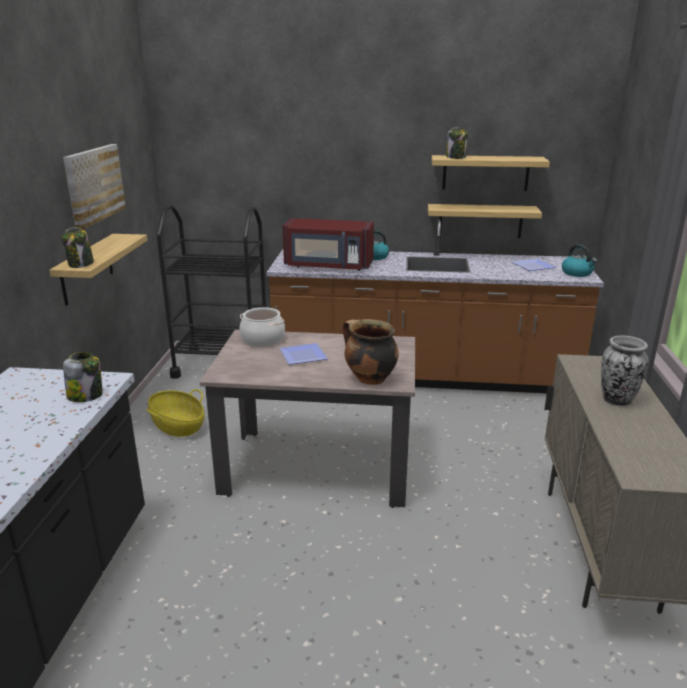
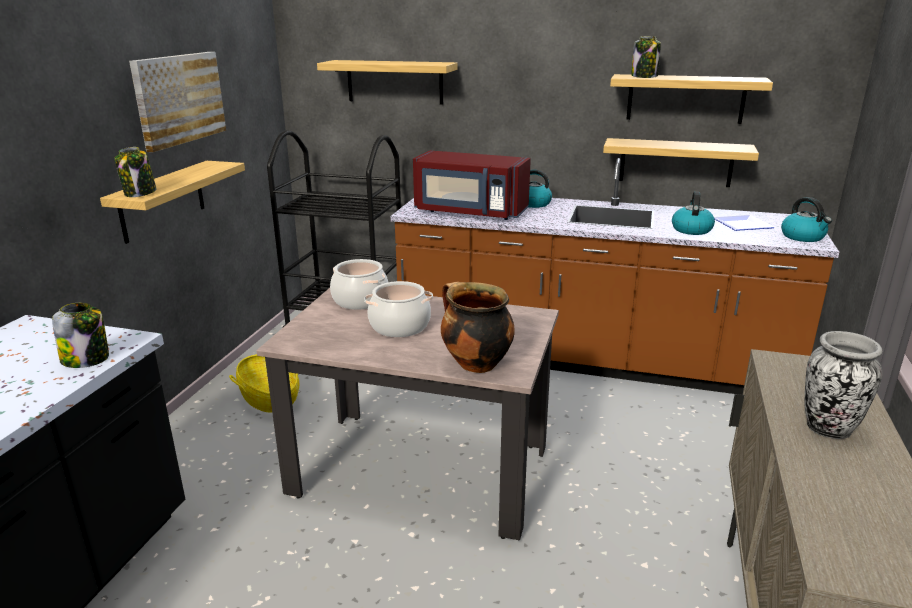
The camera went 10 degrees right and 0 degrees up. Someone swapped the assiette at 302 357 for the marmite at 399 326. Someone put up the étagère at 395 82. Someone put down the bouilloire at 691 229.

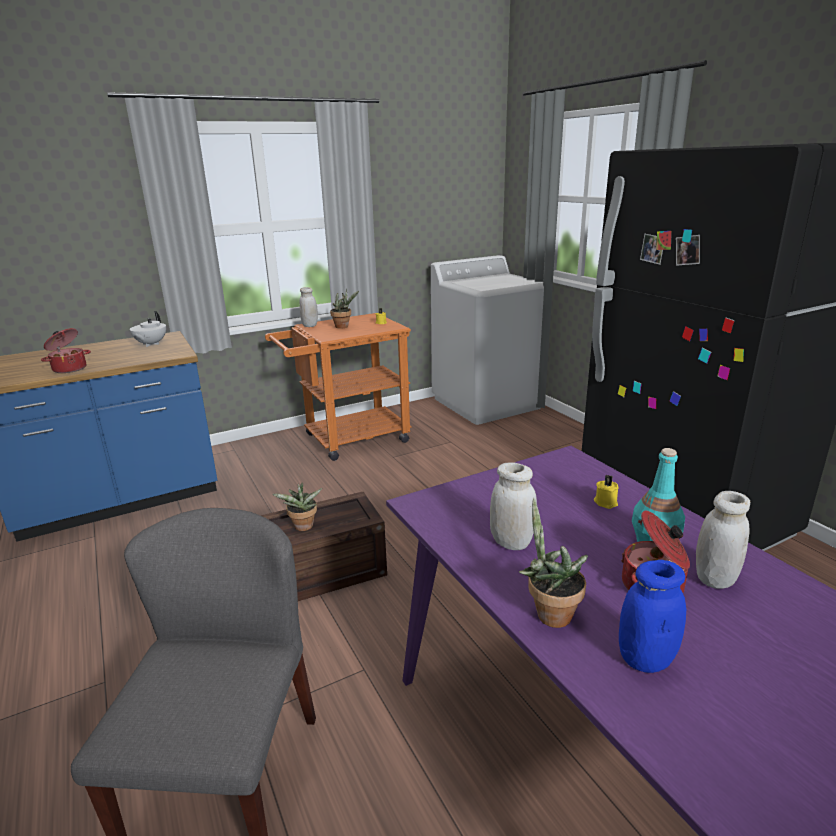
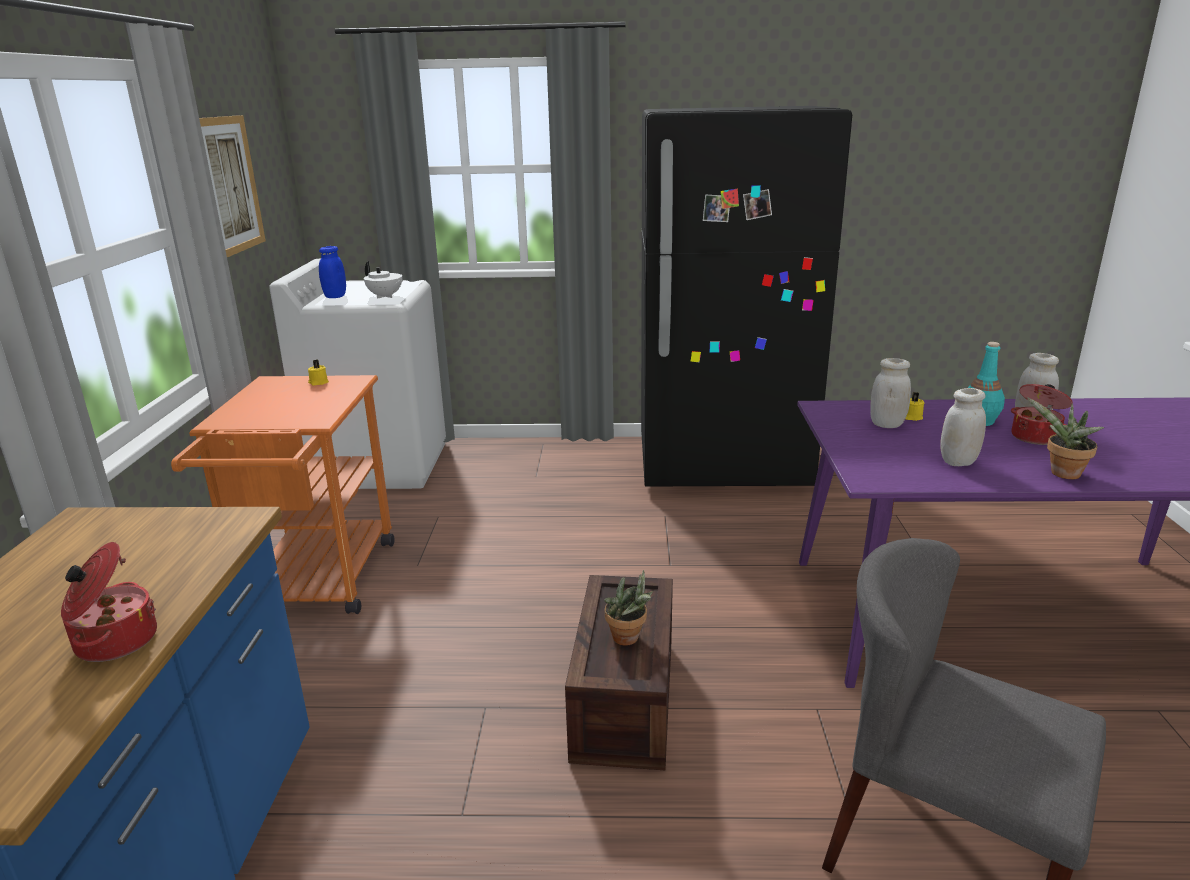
The camera went 60 degrees left and 0 degrees up. Someone carried the bocal (blanc) from 310 325 to 886 424. Someone took away the plante en pot at 344 326. Someone carried the théière (blanc) from 150 344 to 385 296. Someone carried the bocal (bleu) from 645 659 to 335 296. Someone put up the tableau at 228 185.

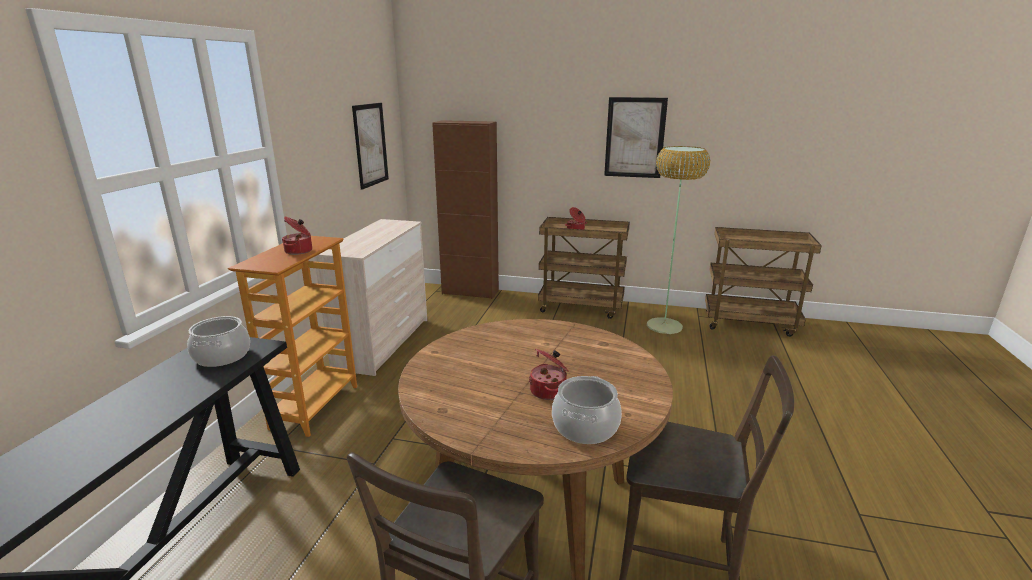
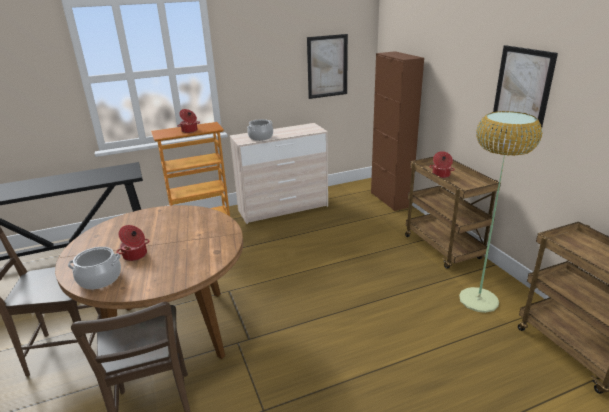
The camera went 55 degrees right and 5 degrees up. Someone carried the marmite from 222 356 to 260 137.

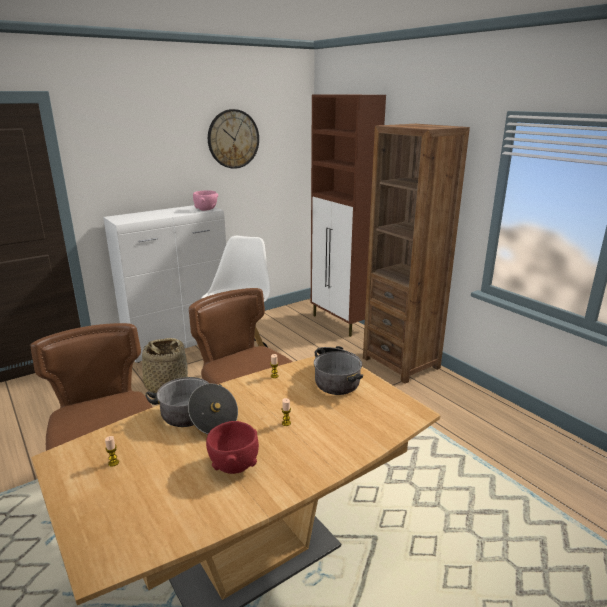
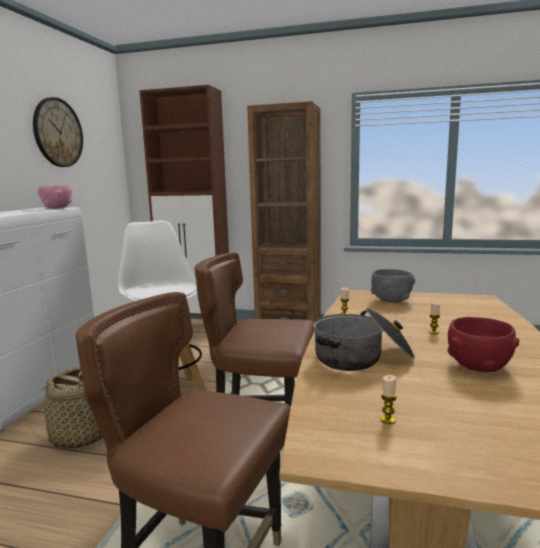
The camera went 40 degrees left and 10 degrees down. Someone swapped the marmite at 337 379 for the bol (gris) at 391 301.

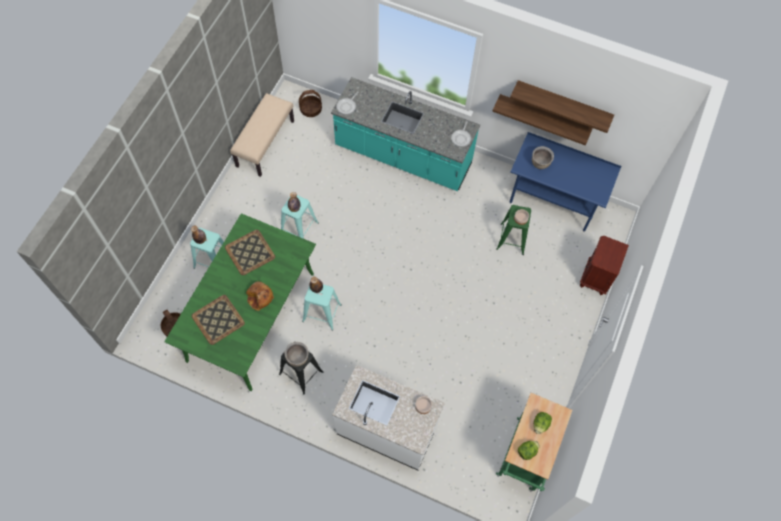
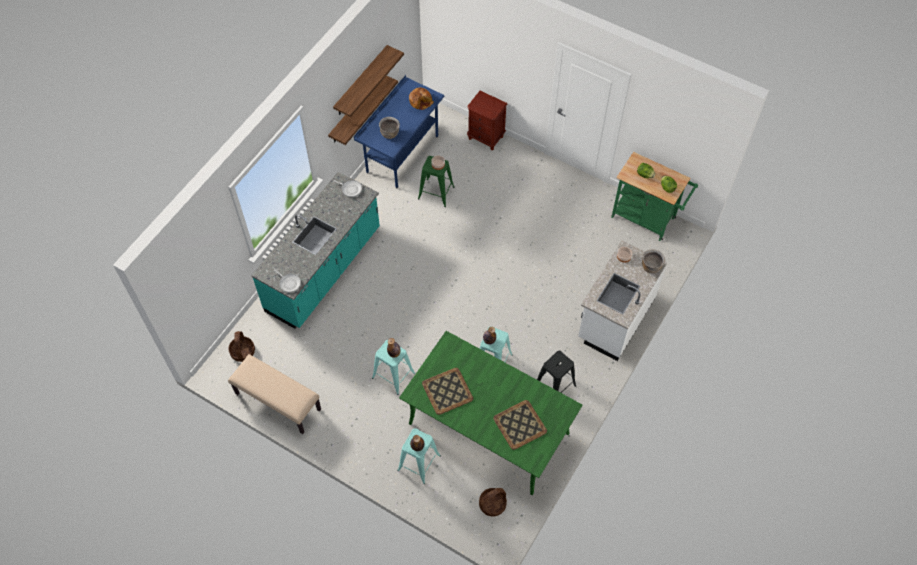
The camera went 80 degrees left and 5 degrees down. Someone carried the pain from 260 297 to 421 101. Someone carried the marmite (marron) from 298 358 to 651 267.

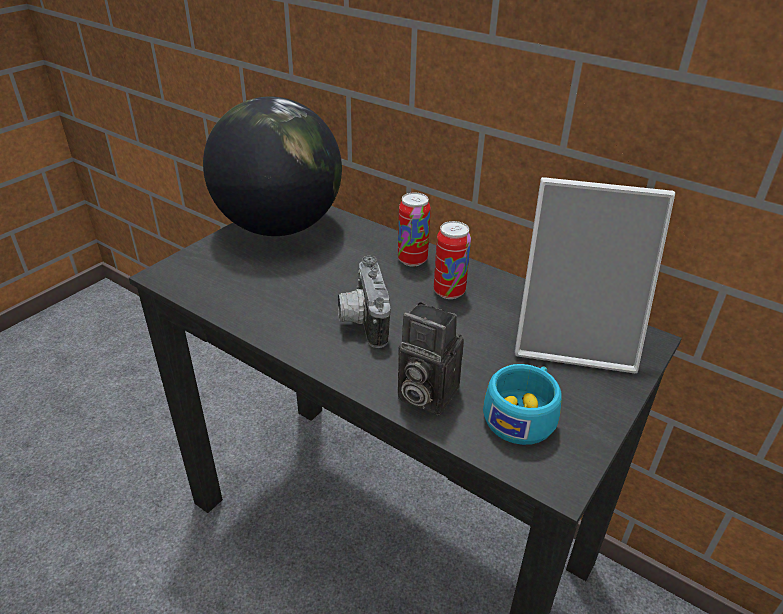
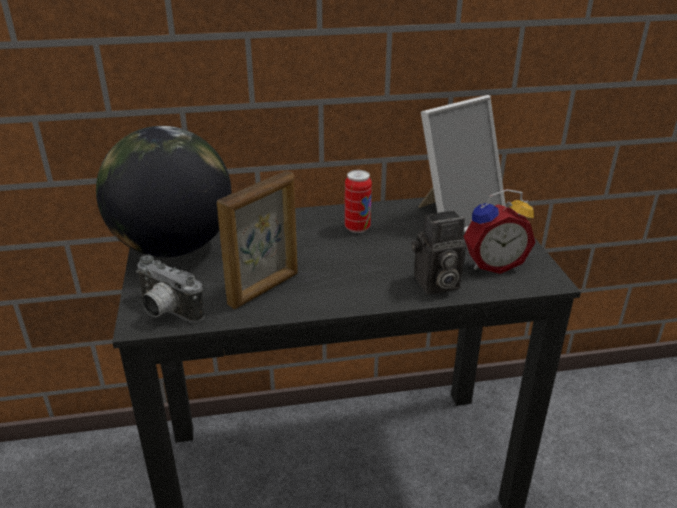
The camera went 45 degrees left and 5 degrees down. Someone took away the boîte métallique at 412 260. Someone carried the appareil photo from 361 321 to 165 312. Someone swapped the tasse (turquoise) at 522 415 for the réveil at 493 264. Someone put down the cadre photo at 265 289.

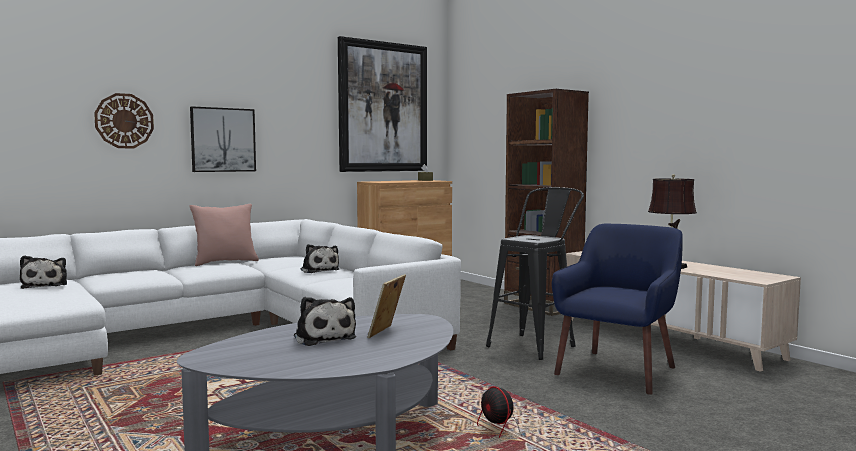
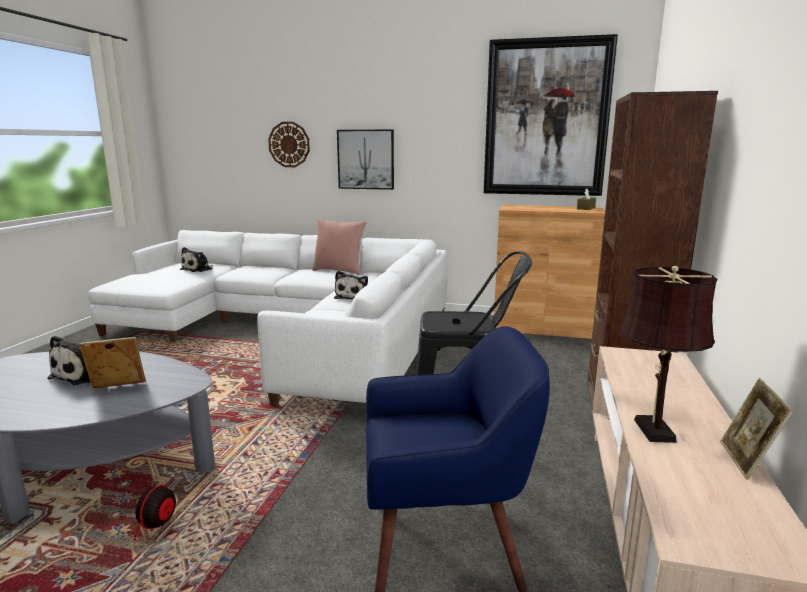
The camera went 50 degrees right and 10 degrees up. Someone put down the cadre photo at 746 461.

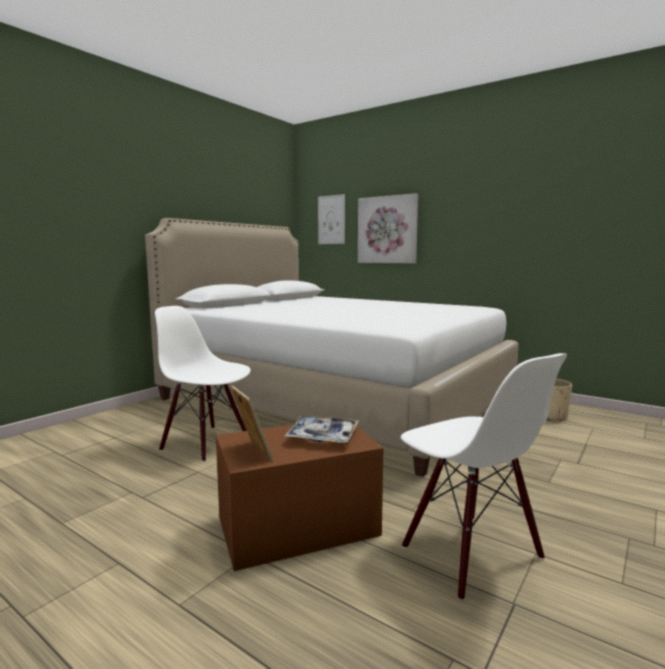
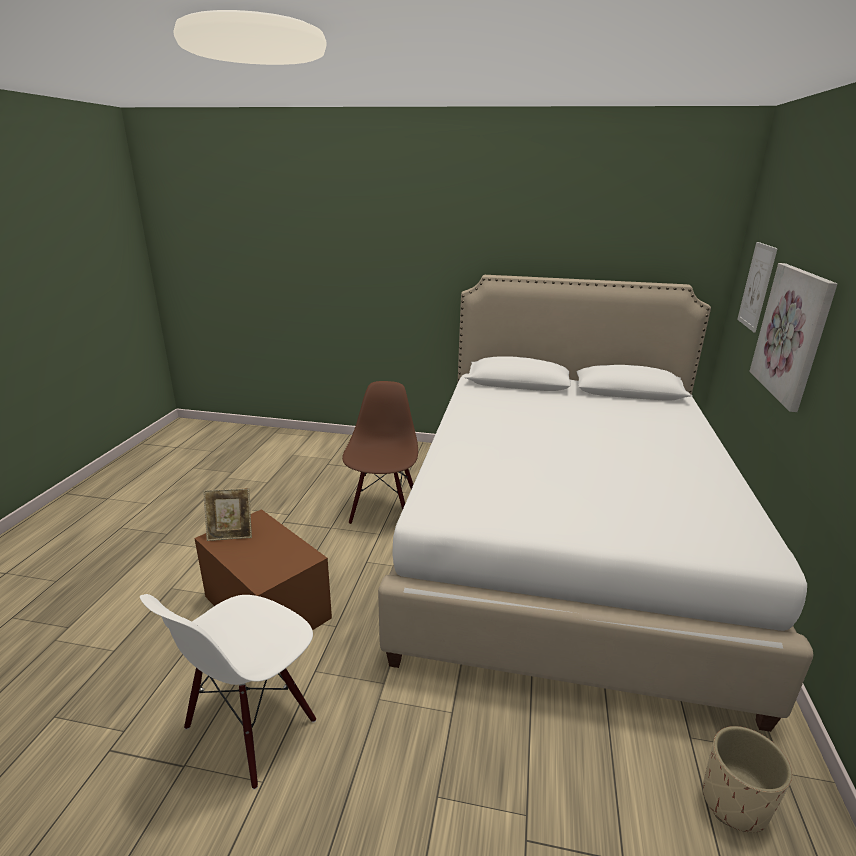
The camera went 65 degrees right and 15 degrees up. Someone repainted the chaise (blanc) at 206 443, which became the chaise (marron) at 383 510. Someone rotated the cadre photo at 252 452 by 45 degrees clockwise. Someone took away the plateau at 322 436.

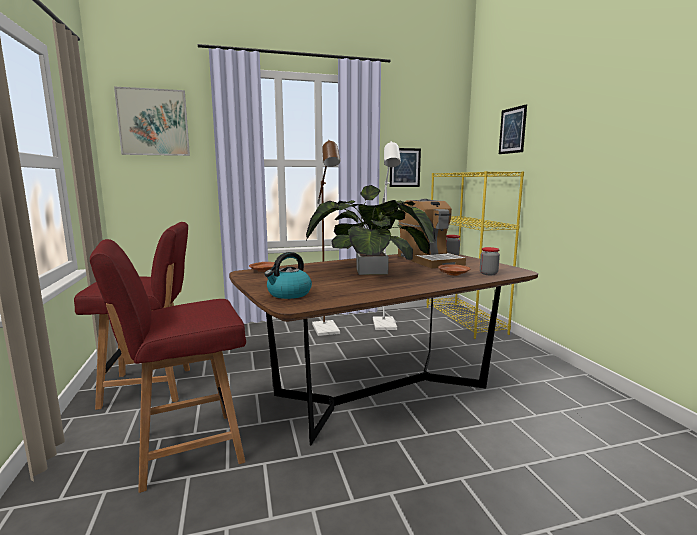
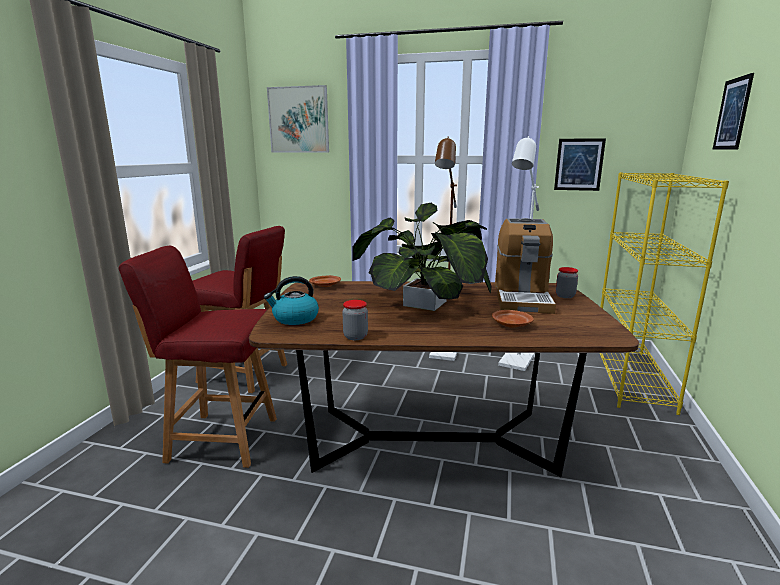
The camera went 30 degrees right and 5 degrees up. Someone carried the bocal from 488 273 to 355 336.

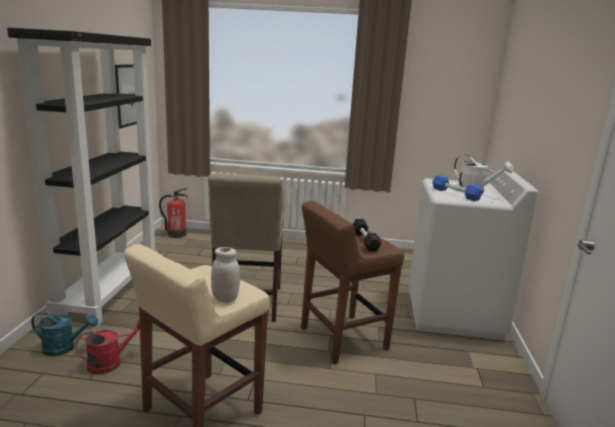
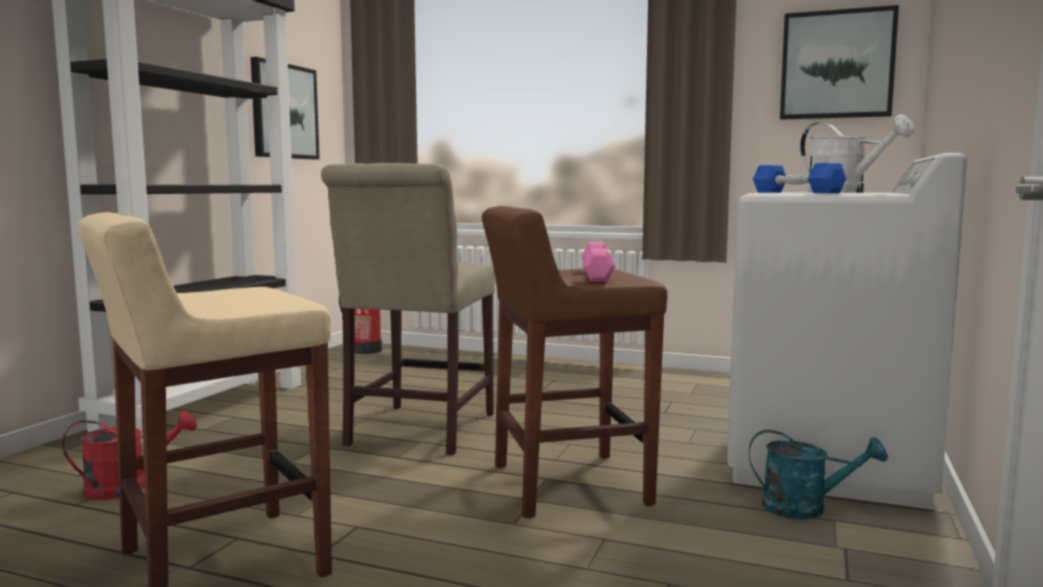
The camera went 15 degrees right and 10 degrees down. Someone repainted the haltère (noir) at 365 241, which became the haltère (rose) at 597 275. Someone took away the bocal (blanc) at 225 298. Someone carried the arrosoir (turquoise) from 64 348 to 805 508. Someone put up the tableau at 837 65.

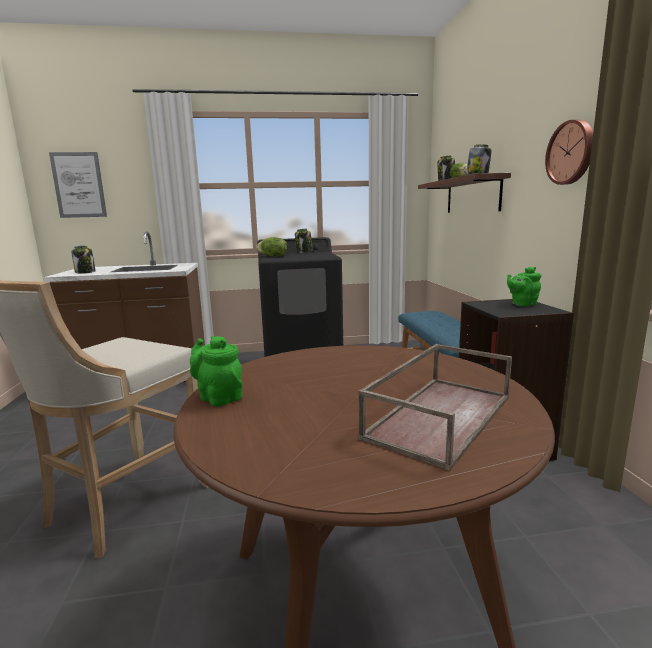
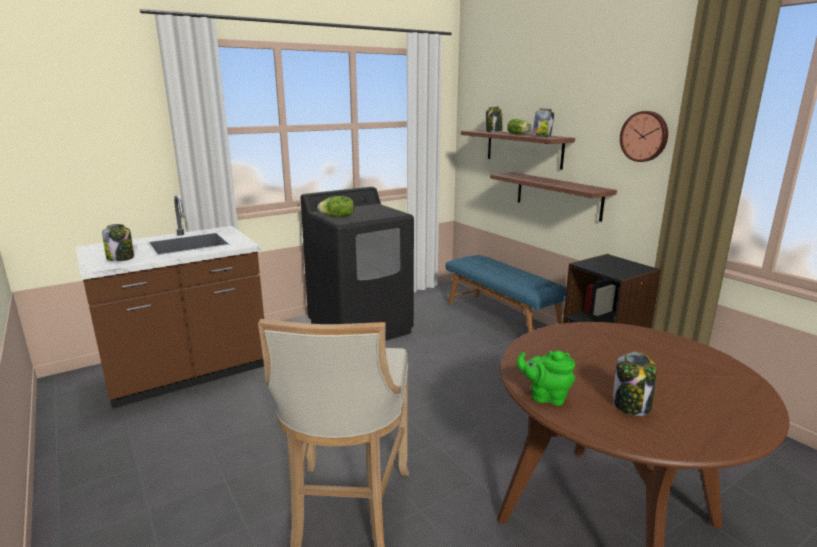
The camera went 25 degrees left and 5 degrees up. Someone took away the tableau at 79 185. Someone carried the bocal from 304 252 to 631 405. Someone took away the théière (vert) at 522 304. Someone took away the plateau (marron) at 439 415. Someone put up the étagère at 558 195.

